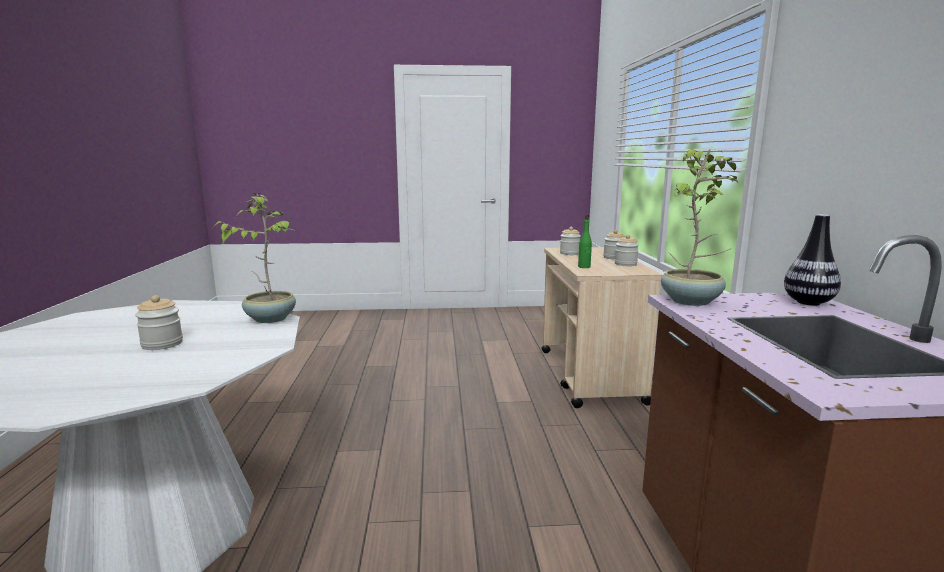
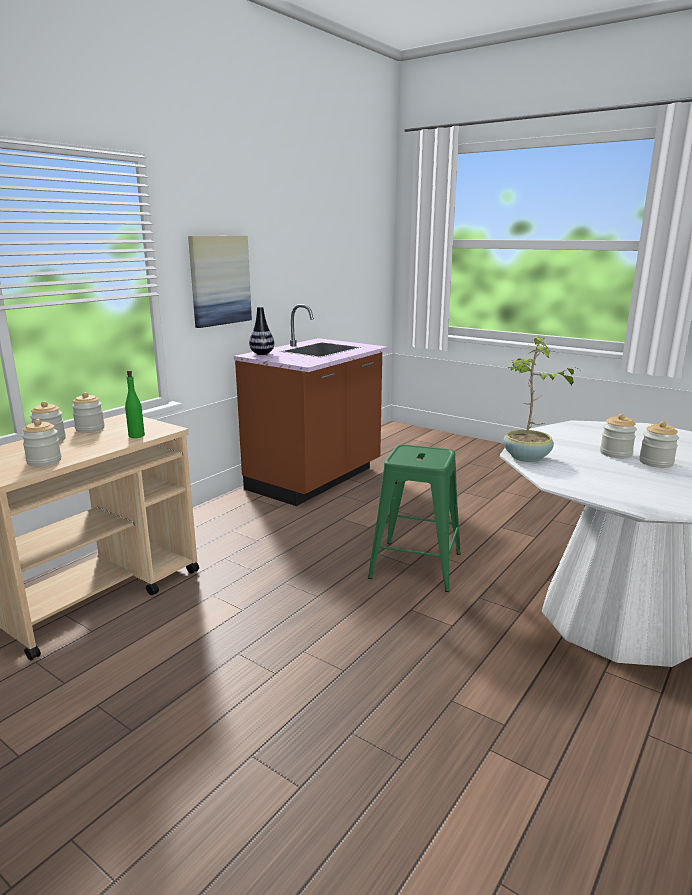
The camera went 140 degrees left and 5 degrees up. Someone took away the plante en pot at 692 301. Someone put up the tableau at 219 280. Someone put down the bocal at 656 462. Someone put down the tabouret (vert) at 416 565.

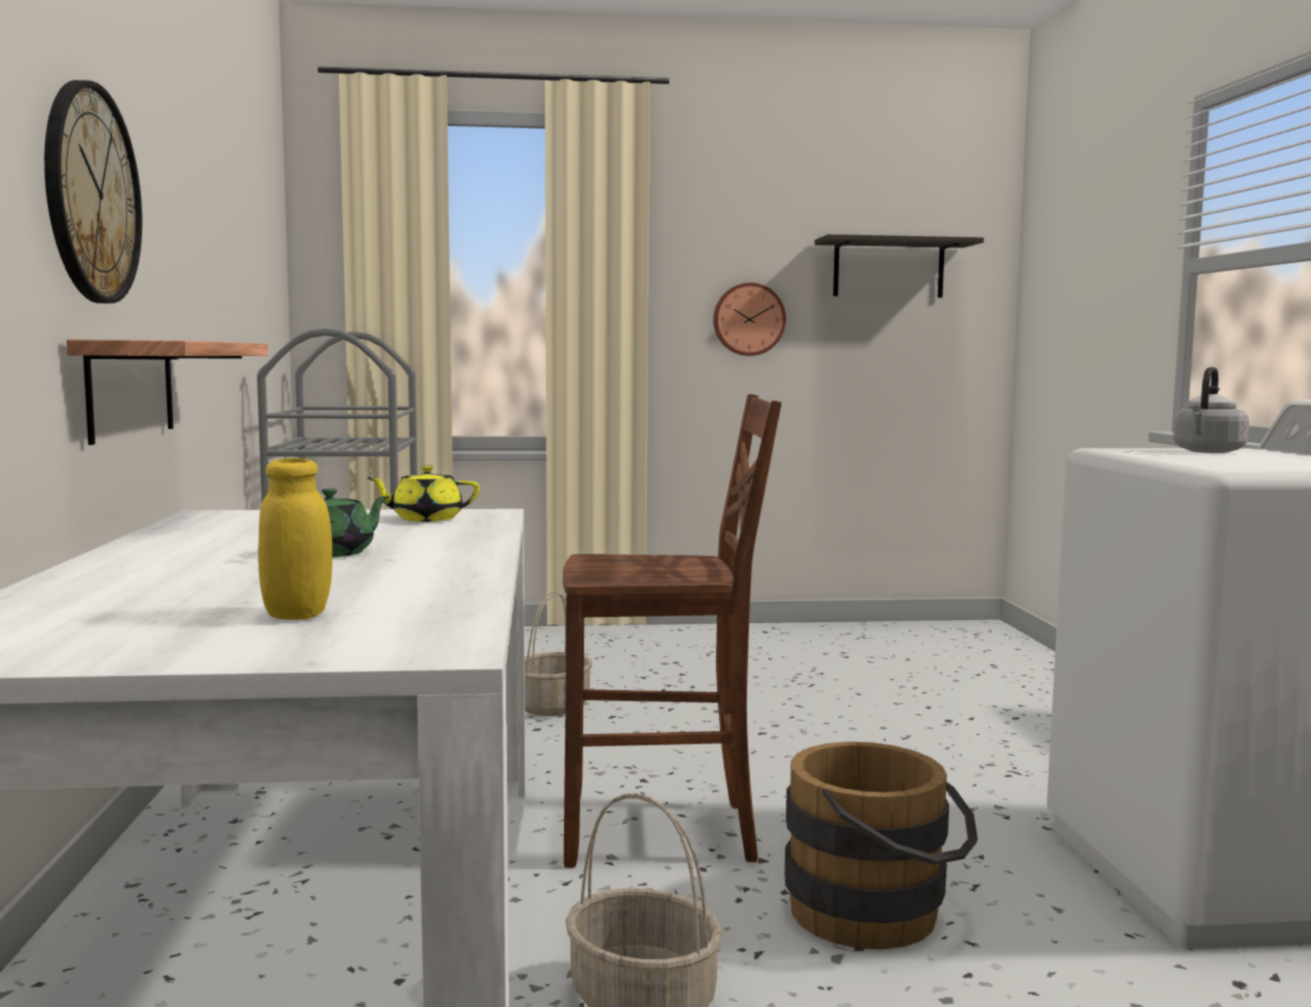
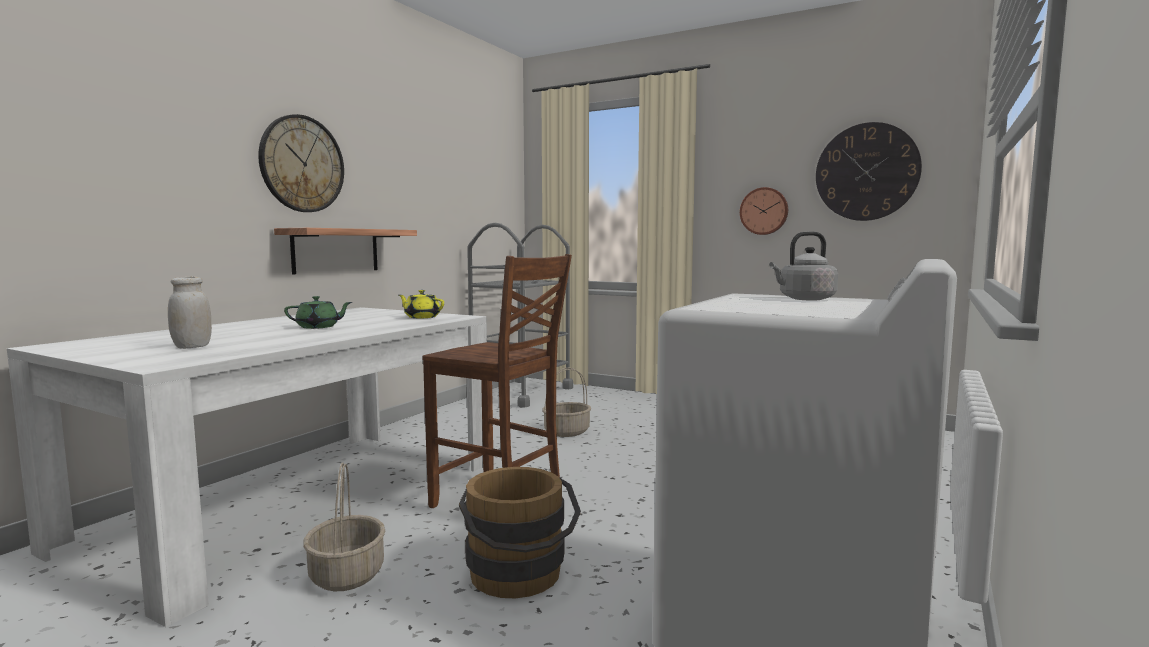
The camera went 35 degrees right and 0 degrees up. Someone swapped the étagère at 888 269 for the horloge murale at 866 172. Someone repainted the bocal (jaune) at 297 614, which became the bocal (blanc) at 192 347.

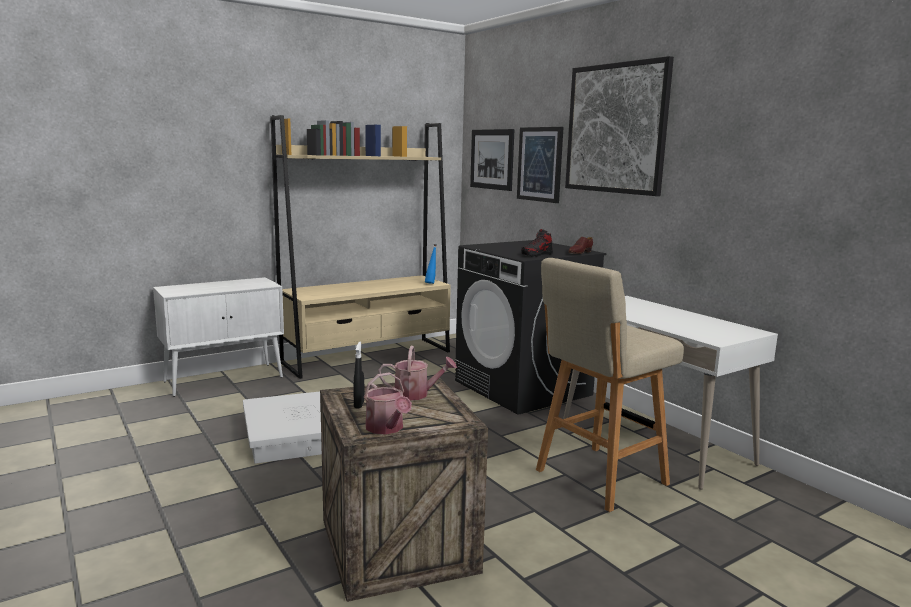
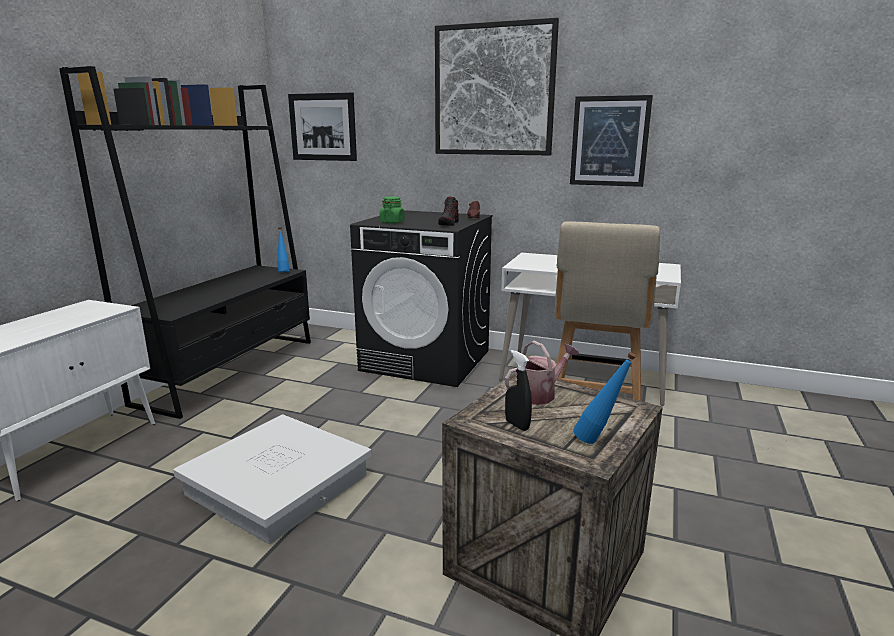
The camera went 35 degrees left and 5 degrees up. Someone repainted the bibliothèque (beige) at 368 357, which became the bibliothèque (noir) at 231 370. Someone carried the tableau from 540 164 to 609 141. Someone swapped the arrosoir at 386 428 for the bouteille (bleu) at 598 442. Someone put down the bocal (vert) at 392 222.

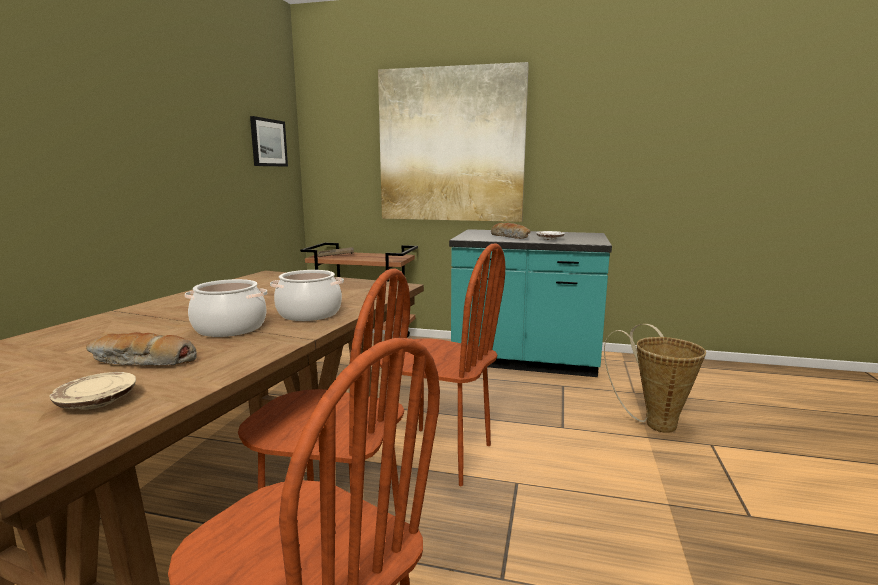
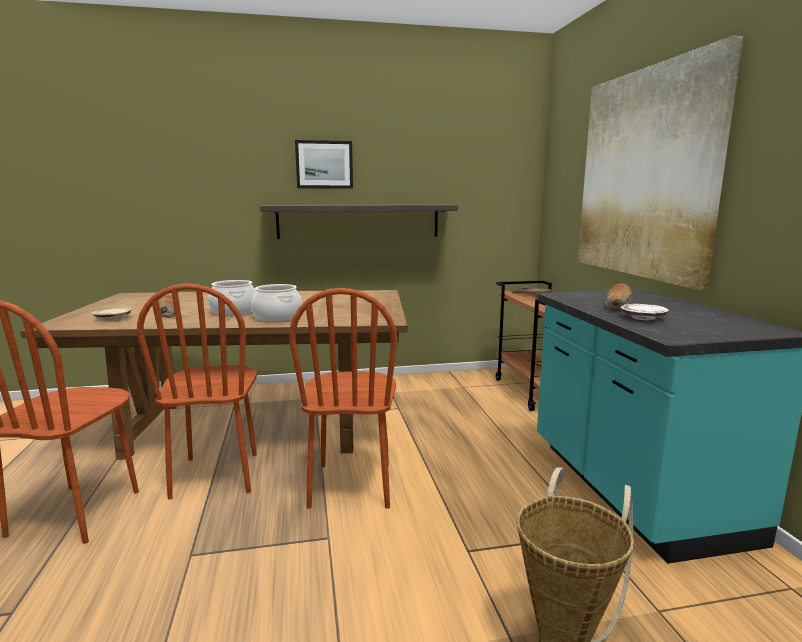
The camera went 65 degrees right and 0 degrees up. Someone carried the tableau from 268 142 to 324 164. Someone put up the étagère at 359 221.

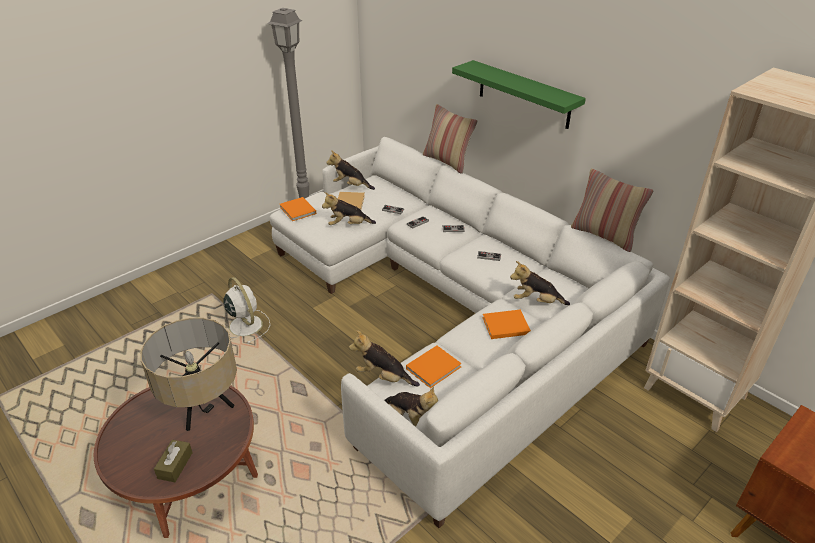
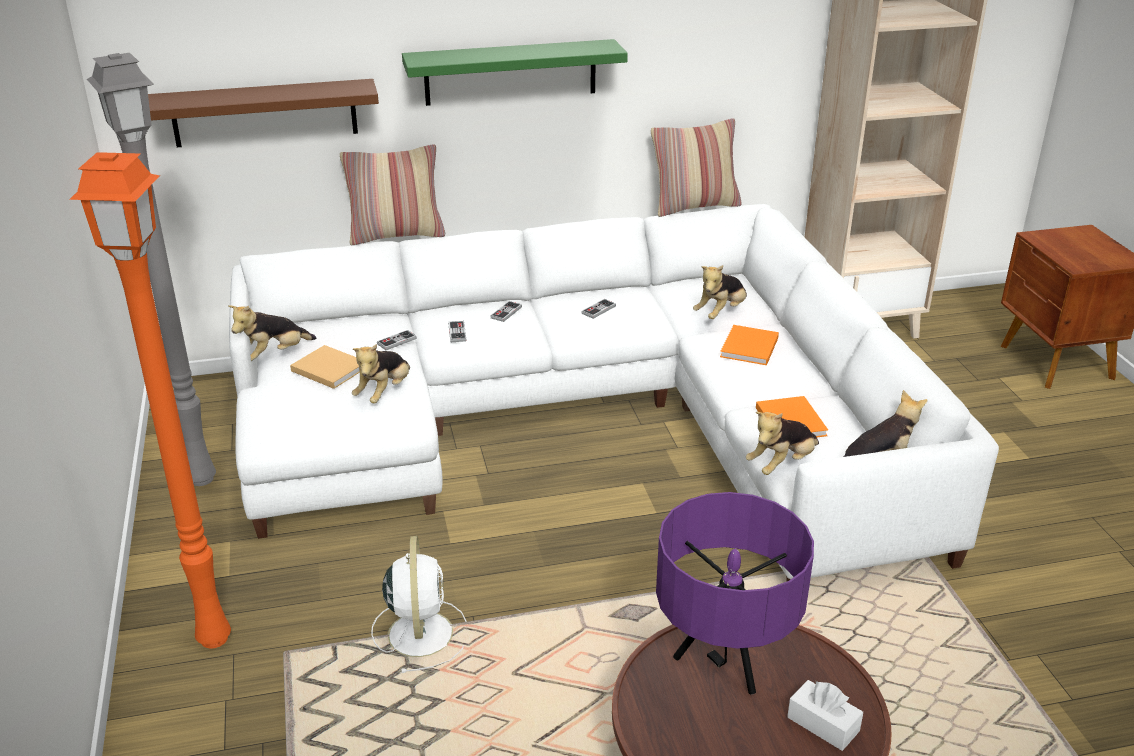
The camera went 60 degrees left and 5 degrees down. Someone took away the livre (orange) at 298 211. Someone rotated the ventilateur (blanc) at 245 325 by 90 degrees clockwise. Someone repainted the lampe de table (beige) at 204 413, which became the lampe de table (violet) at 723 667. Someone repainted the boîte à mouchoirs (marron) at 175 465, which became the boîte à mouchoirs (blanc) at 823 724. Someone put up the étagère (marron) at 264 113. Someone put down the lampadaire (orange) at 212 637.

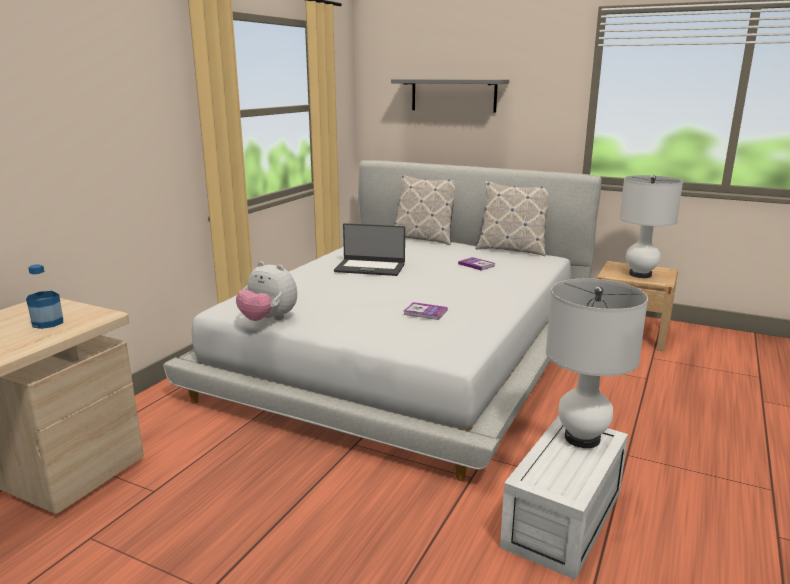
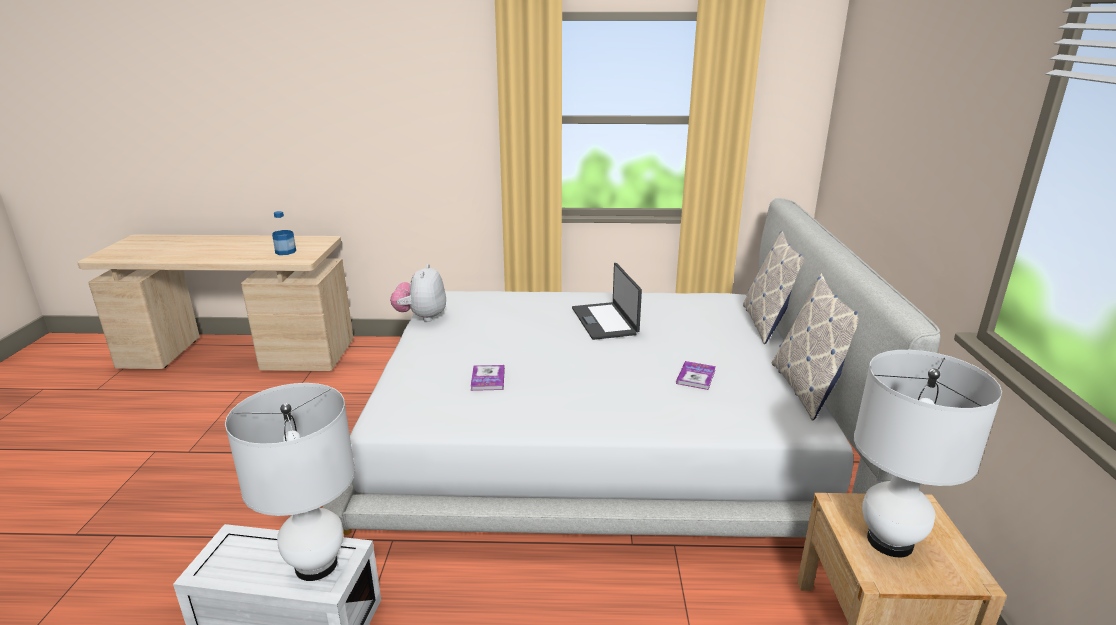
The camera went 65 degrees right and 5 degrees up. Someone took away the étagère (gris) at 453 95.

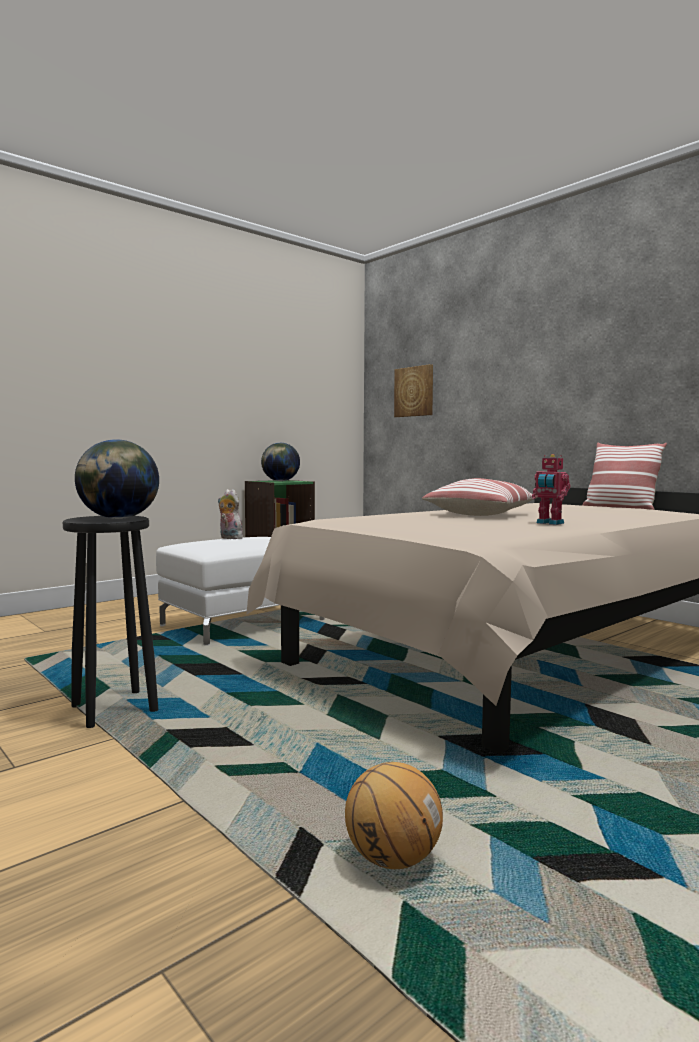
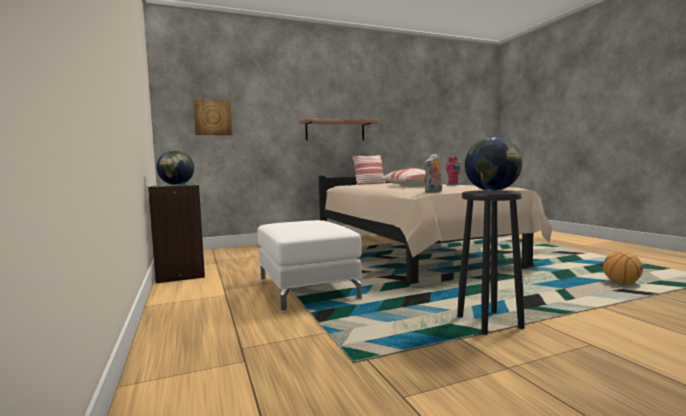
The camera went 70 degrees left and 0 degrees up. Someone carried the peluche from 229 538 to 433 192. Someone put up the étagère at 335 131.

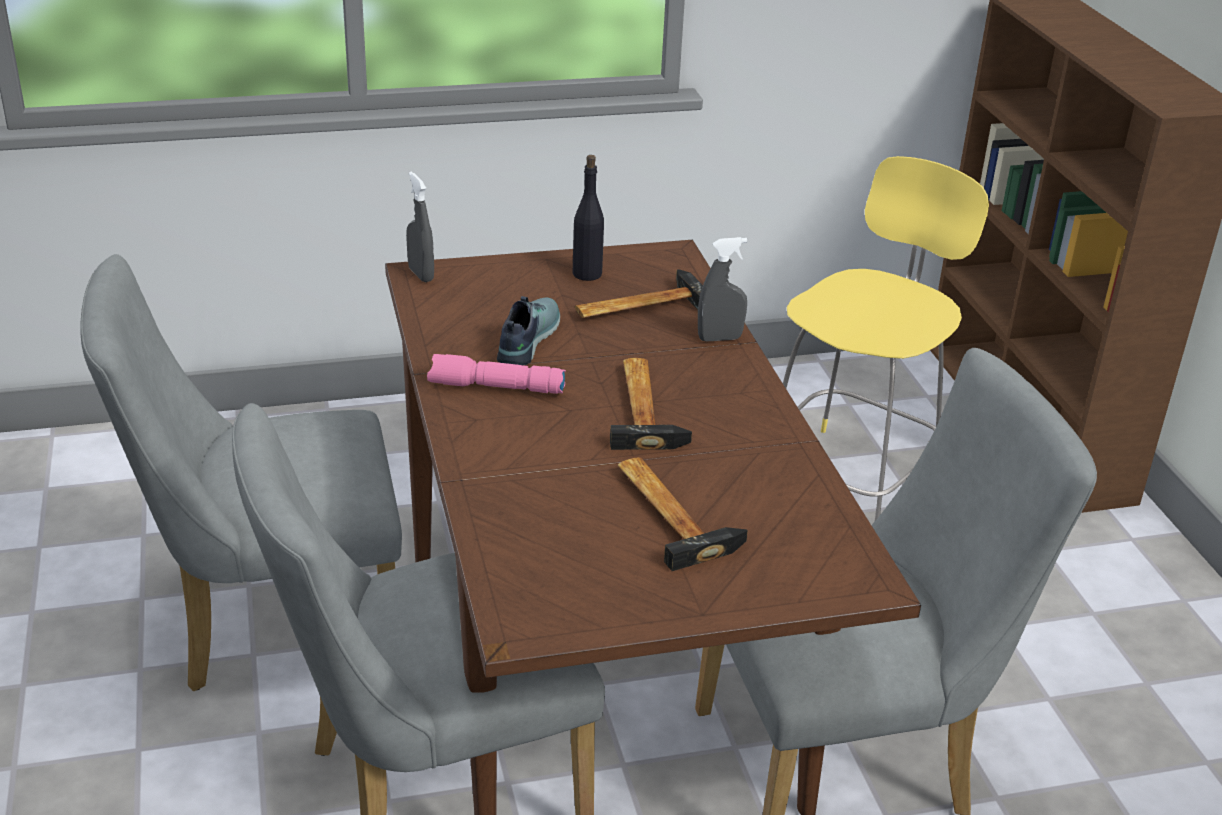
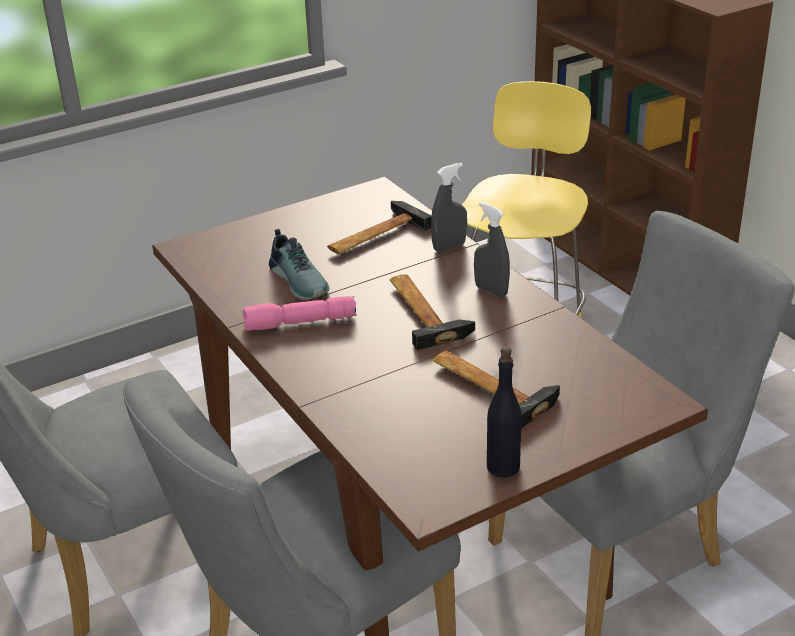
The camera went 15 degrees left and 0 degrees up. Someone carried the bouteille (noir) from 587 274 to 503 466. Someone carried the vaporisateur (gris) from 421 274 to 491 291. Someone rotated the chaussure at 525 339 by 150 degrees clockwise.

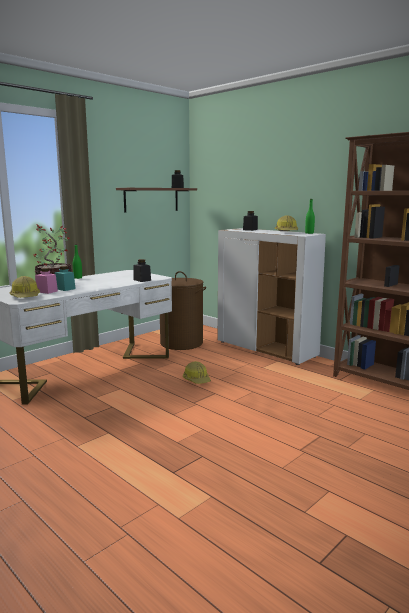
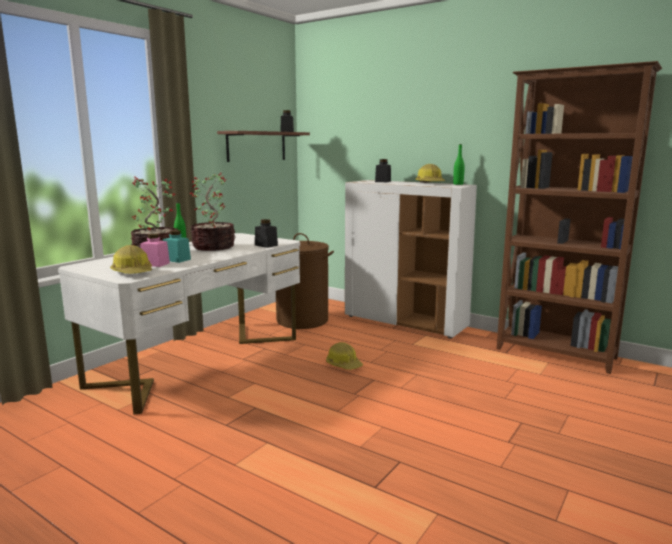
The camera went 10 degrees left and 0 degrees up. Someone put down the plante en pot at 214 247.

